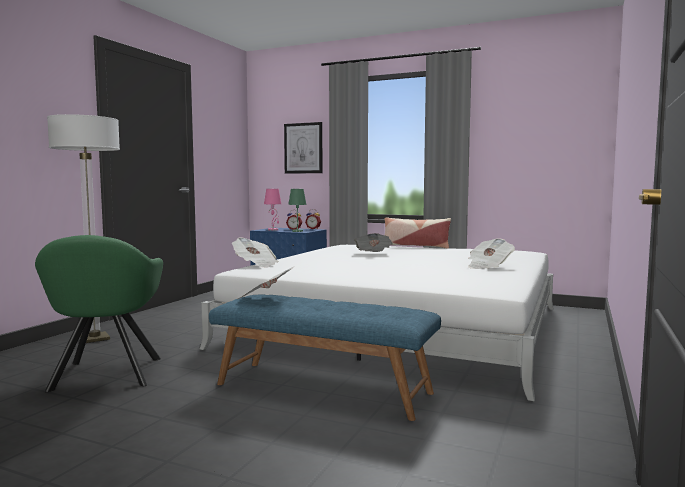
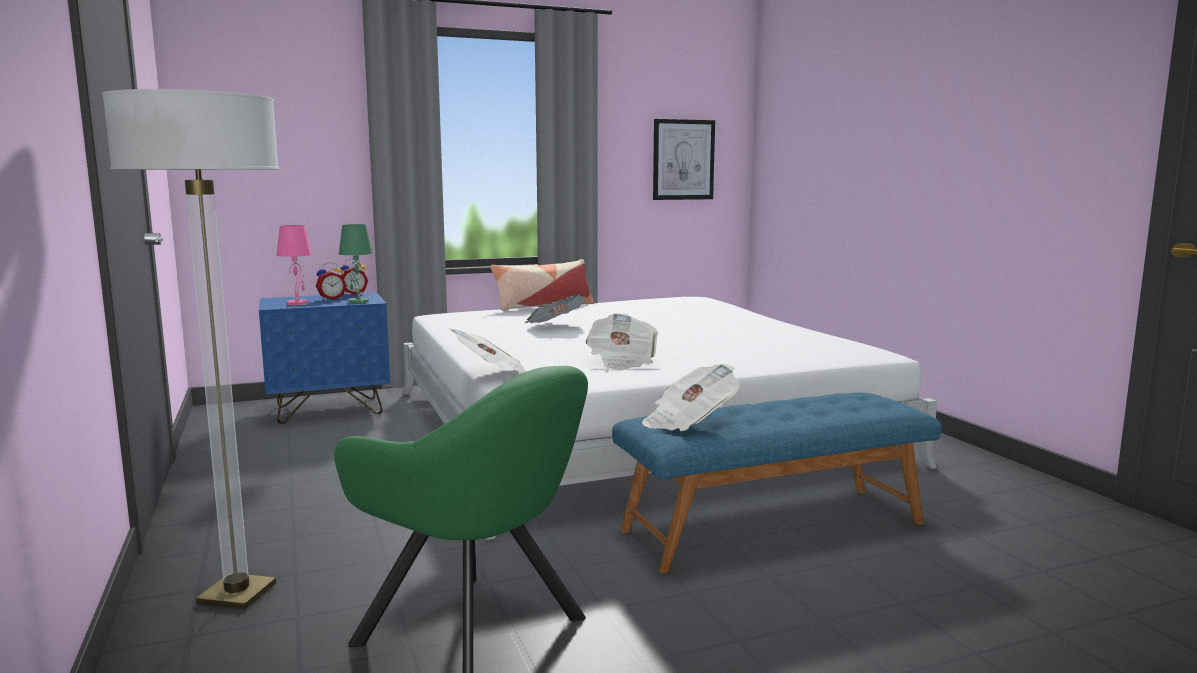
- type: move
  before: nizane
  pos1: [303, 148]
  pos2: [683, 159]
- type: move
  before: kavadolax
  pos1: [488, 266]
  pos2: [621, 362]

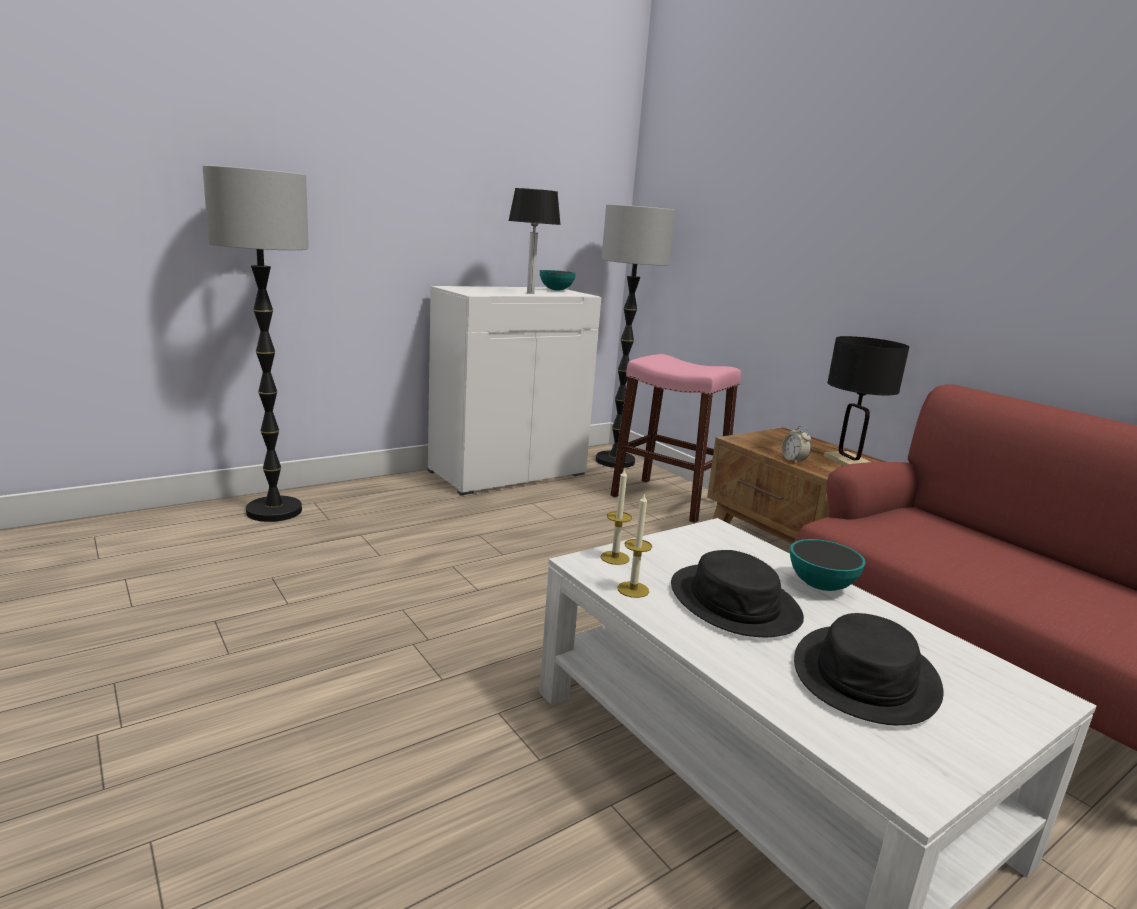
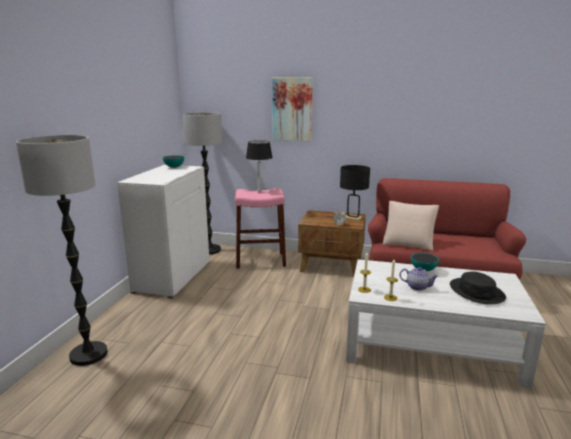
- type: insert
  after: nizane
  pos2: [292, 109]
- type: insert
  after: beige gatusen
  pos2: [408, 243]
- type: move
  before: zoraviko
  pos1: [531, 293]
  pos2: [260, 191]
- type: replace
  before: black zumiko
  after: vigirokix
  pos1: [734, 602]
  pos2: [417, 287]

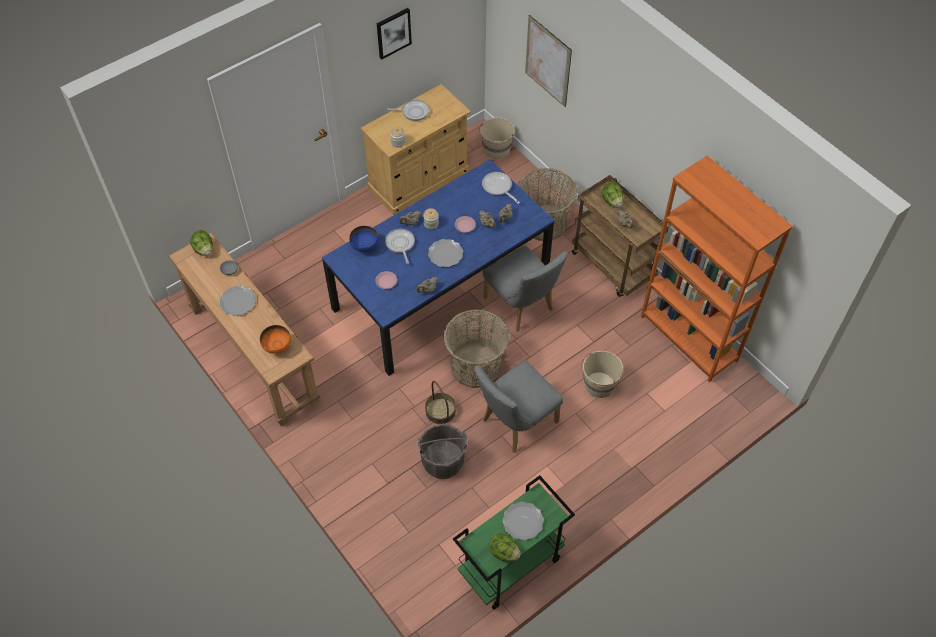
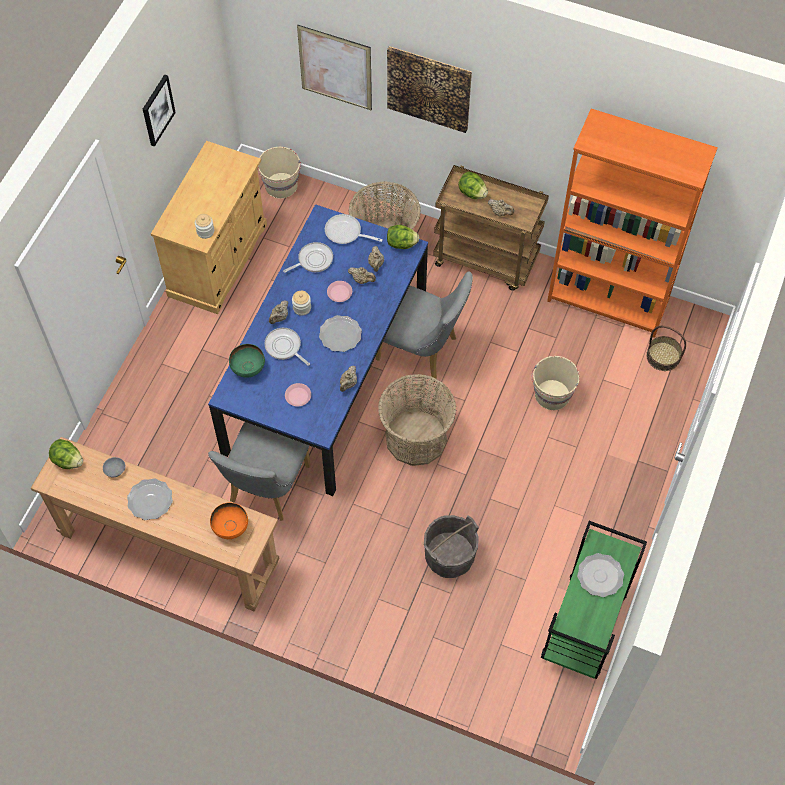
- type: insert
  after: nizane
  pos2: [429, 88]
- type: move
  before: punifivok
  pos1: [413, 112]
  pos2: [313, 260]
- type: move
  before: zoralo
  pos1: [440, 411]
  pos2: [663, 356]
- type: move
  before: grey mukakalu
  pos1: [515, 423]
  pos2: [266, 489]
- type: move
  before: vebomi
  pos1: [504, 552]
  pos2: [402, 244]
- type: recolor
  before: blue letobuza
  after: green letobuza
  pos1: [364, 247]
  pos2: [248, 369]

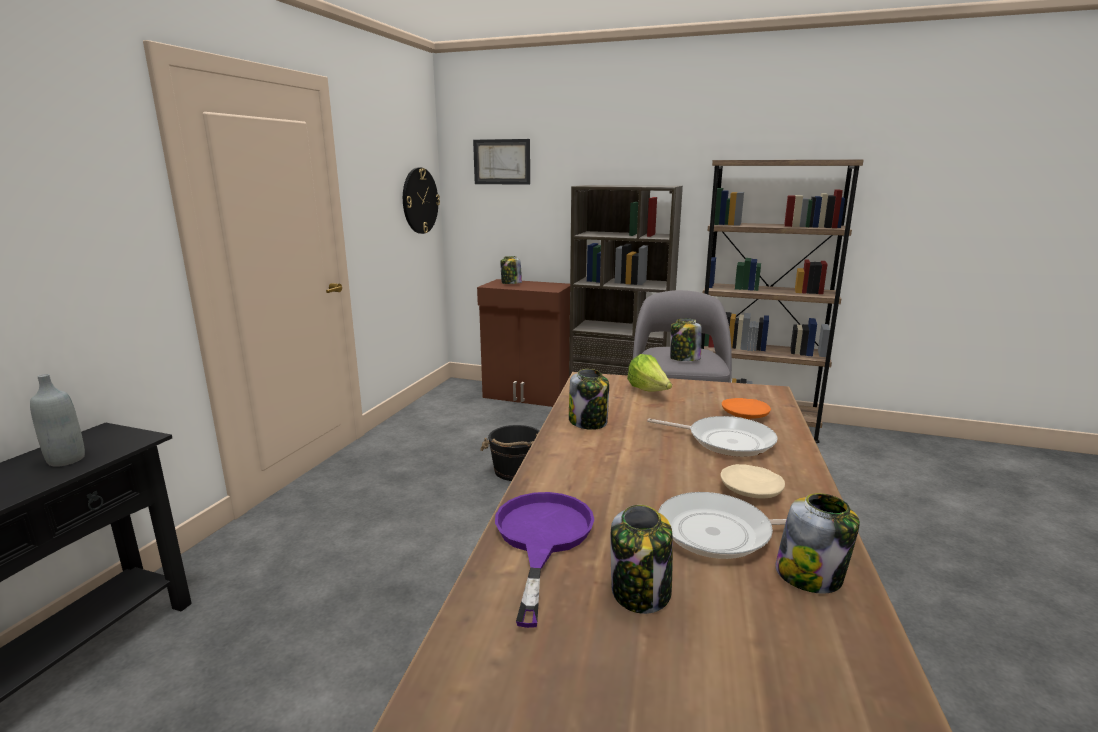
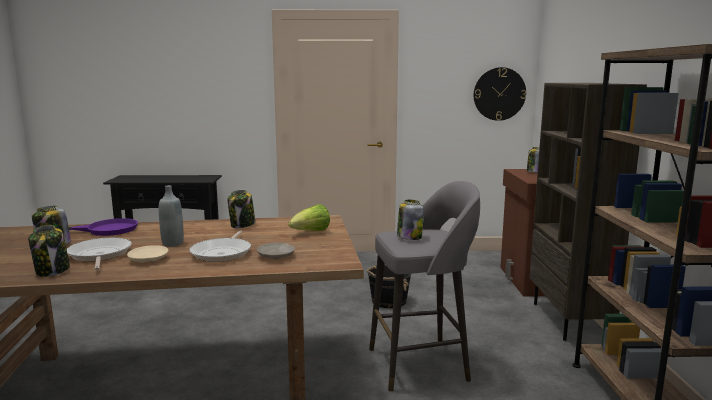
- type: delete
  before: nizane
  pos1: [502, 162]
- type: move
  before: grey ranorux
  pos1: [66, 460]
  pos2: [172, 243]
- type: recolor
  before: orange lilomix
  after: beige lilomix
  pos1: [745, 415]
  pos2: [276, 256]

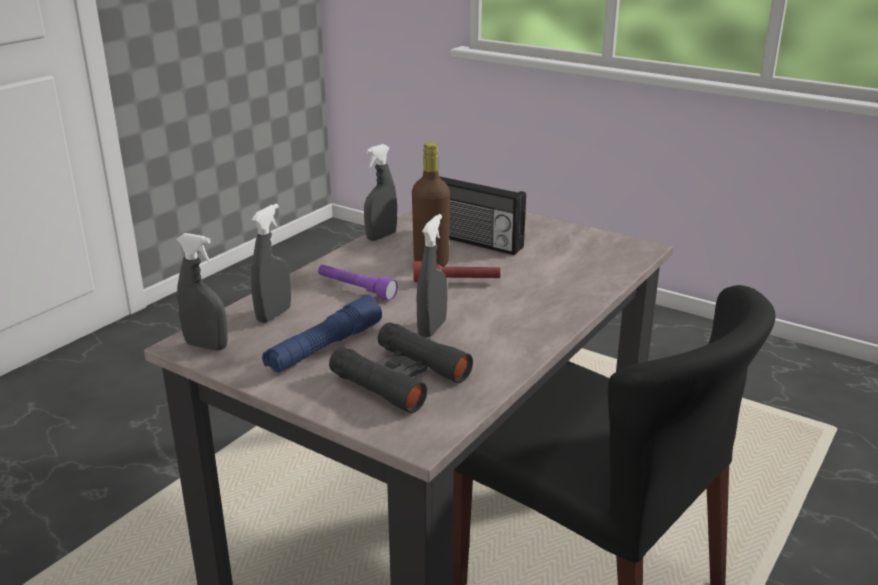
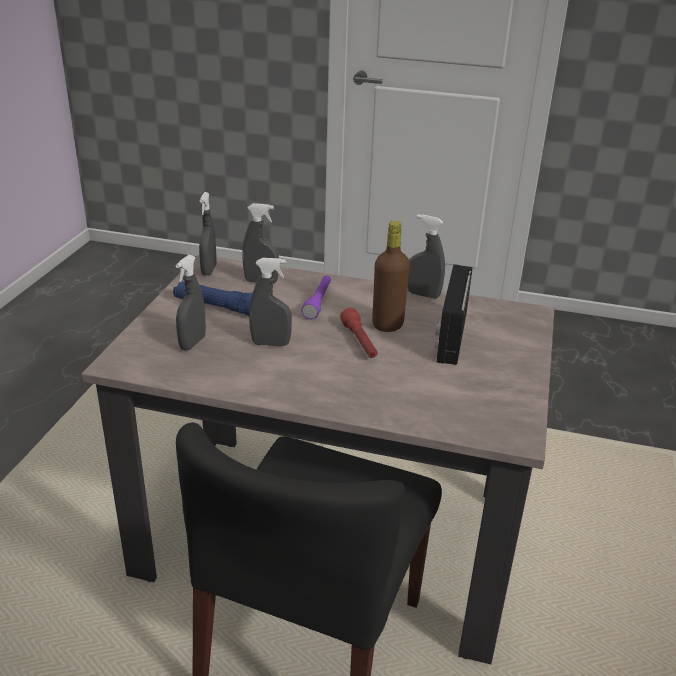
- type: replace
  before: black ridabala
  after: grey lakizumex
  pos1: [400, 377]
  pos2: [192, 343]

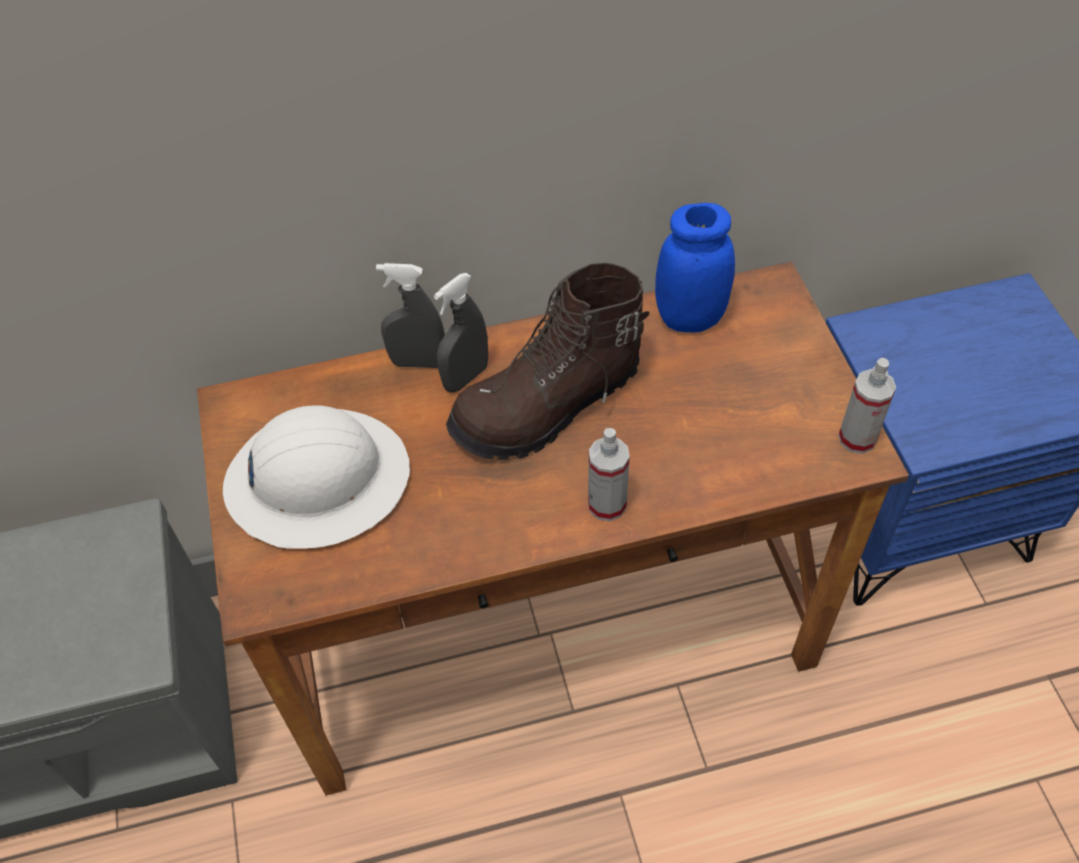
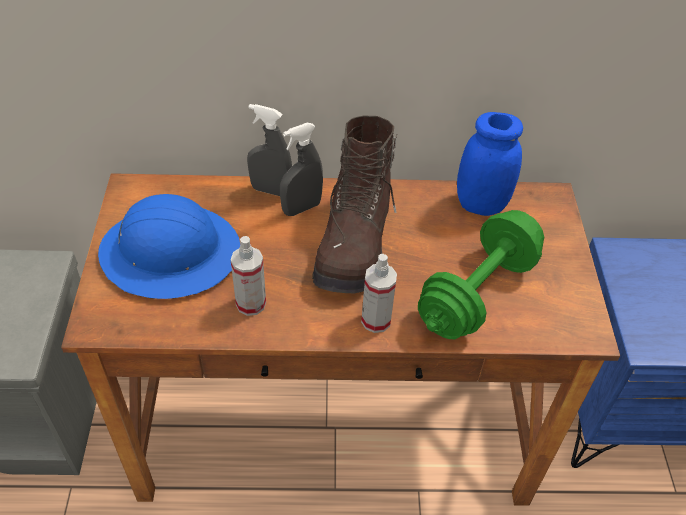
- type: insert
  after: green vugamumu
  pos2: [477, 293]
- type: move
  before: lakizumex
  pos1: [857, 438]
  pos2: [251, 303]
- type: recolor
  before: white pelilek
  after: blue pelilek
  pos1: [318, 479]
  pos2: [170, 252]
- type: rotate
  before: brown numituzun
  pos1: [548, 407]
  pos2: [355, 242]
  turn: -60

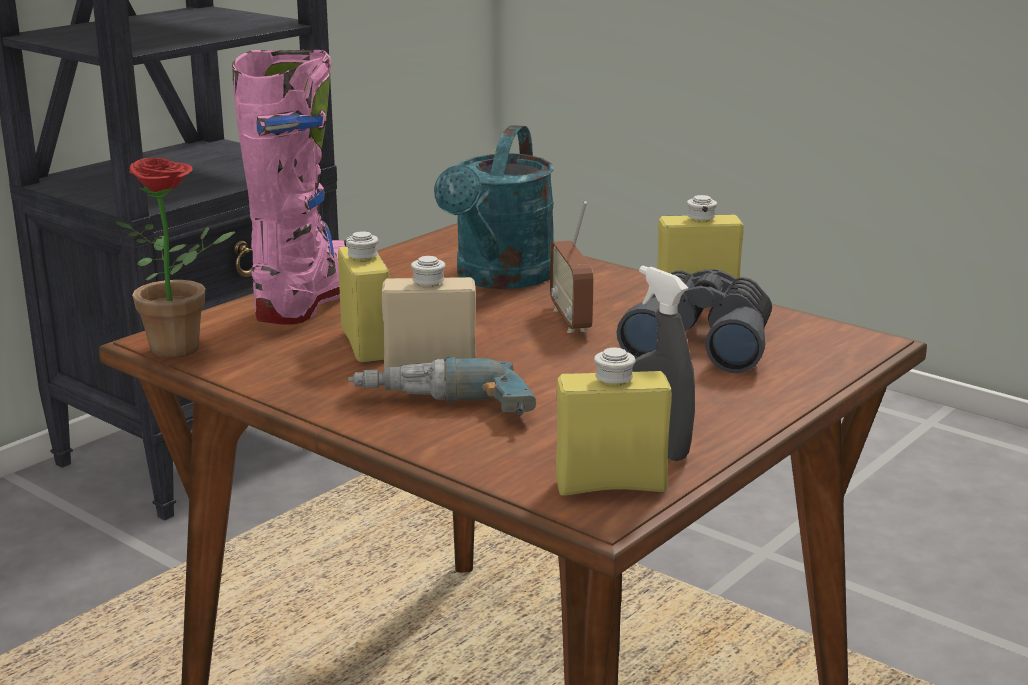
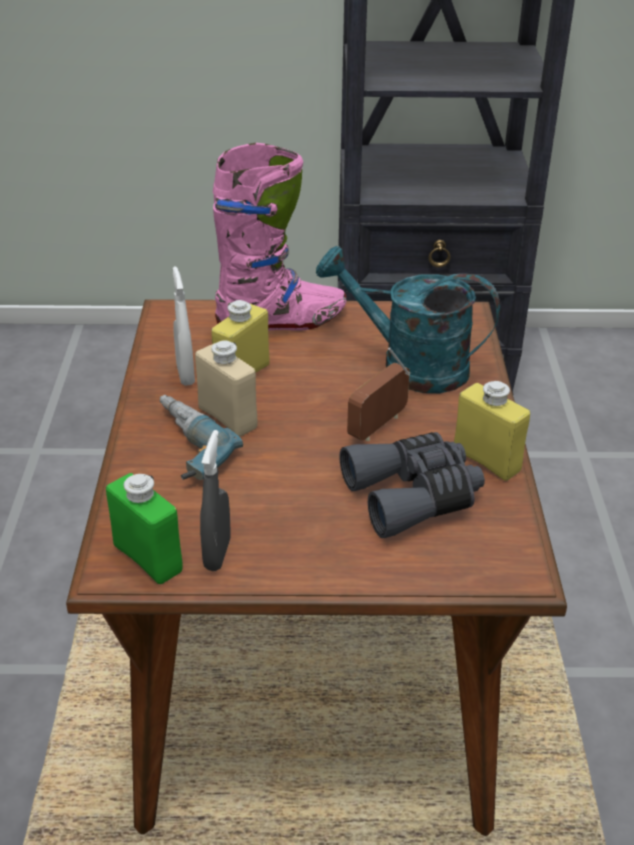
- type: delete
  before: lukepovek
  pos1: [186, 349]
- type: insert
  after: white lakizumex
  pos2: [185, 375]
- type: recolor
  before: yellow ranorux
  after: green ranorux
  pos1: [610, 485]
  pos2: [148, 558]
- type: rotate
  before: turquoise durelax
  pos1: [499, 279]
  pos2: [409, 366]
  turn: 45

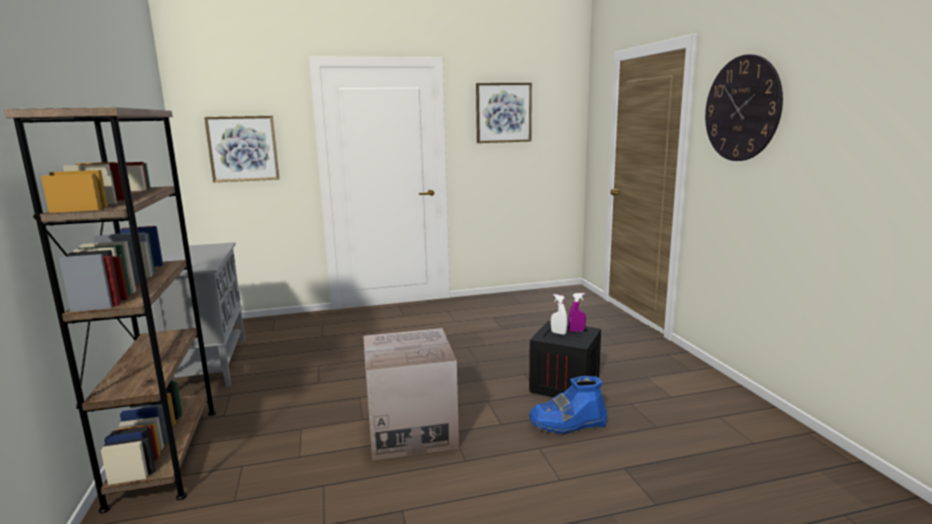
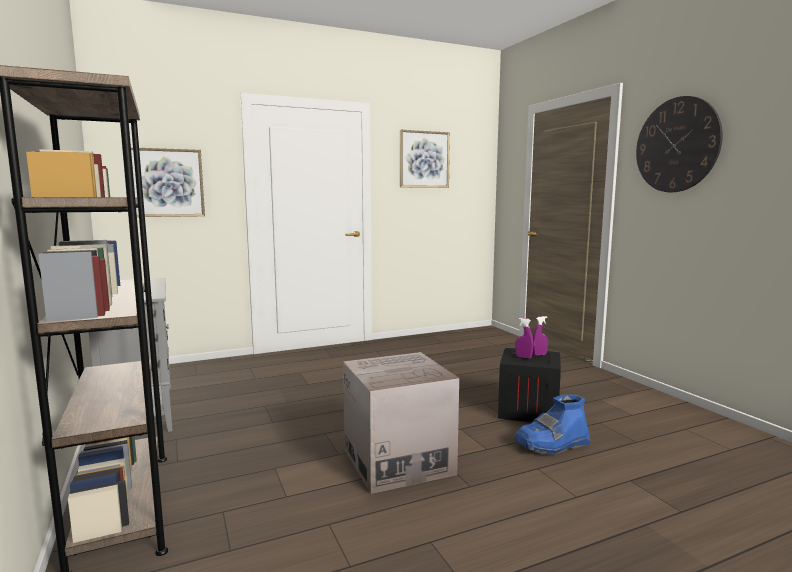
- type: recolor
  before: white lakizumex
  after: purple lakizumex
  pos1: [558, 333]
  pos2: [523, 357]

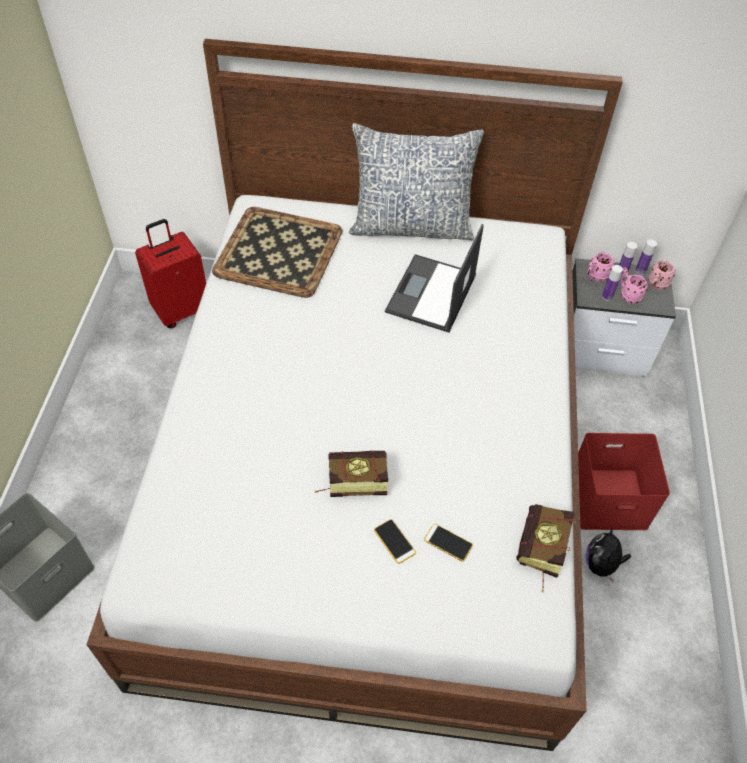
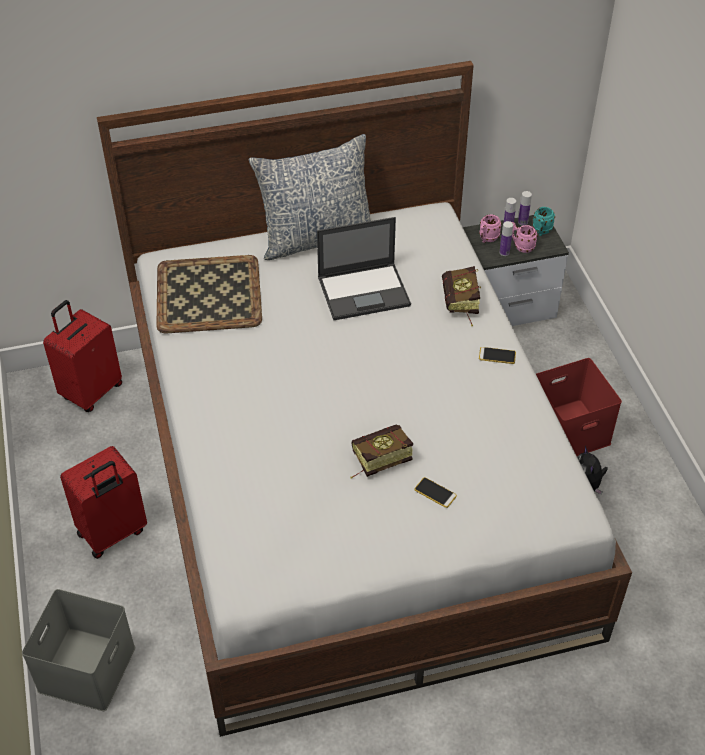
- type: insert
  after: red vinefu
  pos2: [113, 534]
- type: move
  before: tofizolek
  pos1: [448, 542]
  pos2: [497, 356]
- type: move
  before: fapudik
  pos1: [539, 554]
  pos2: [460, 306]
- type: recolor
  before: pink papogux
  after: turquoise papogux
  pos1: [656, 286]
  pos2: [541, 231]
- type: rotate
  before: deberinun
  pos1: [431, 294]
  pos2: [365, 291]
  turn: -105

